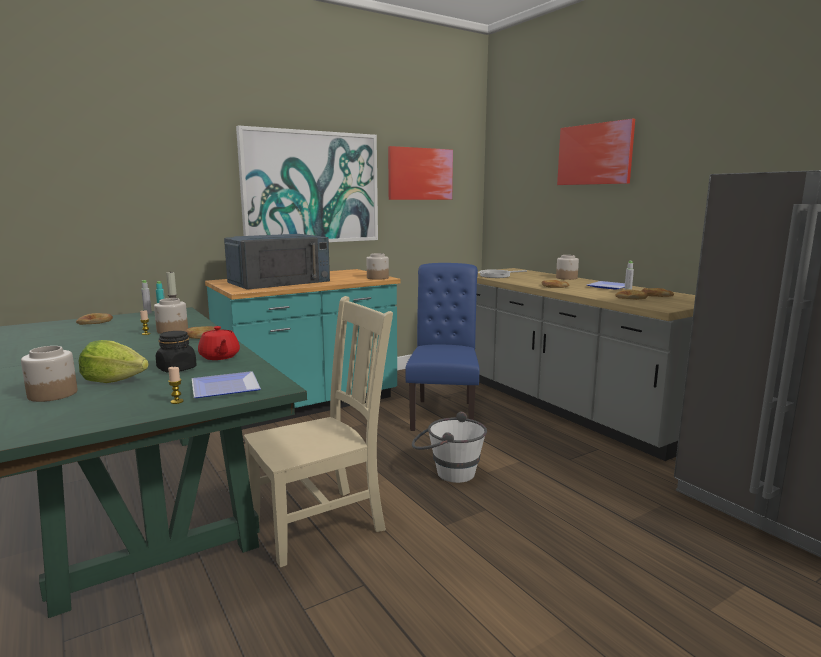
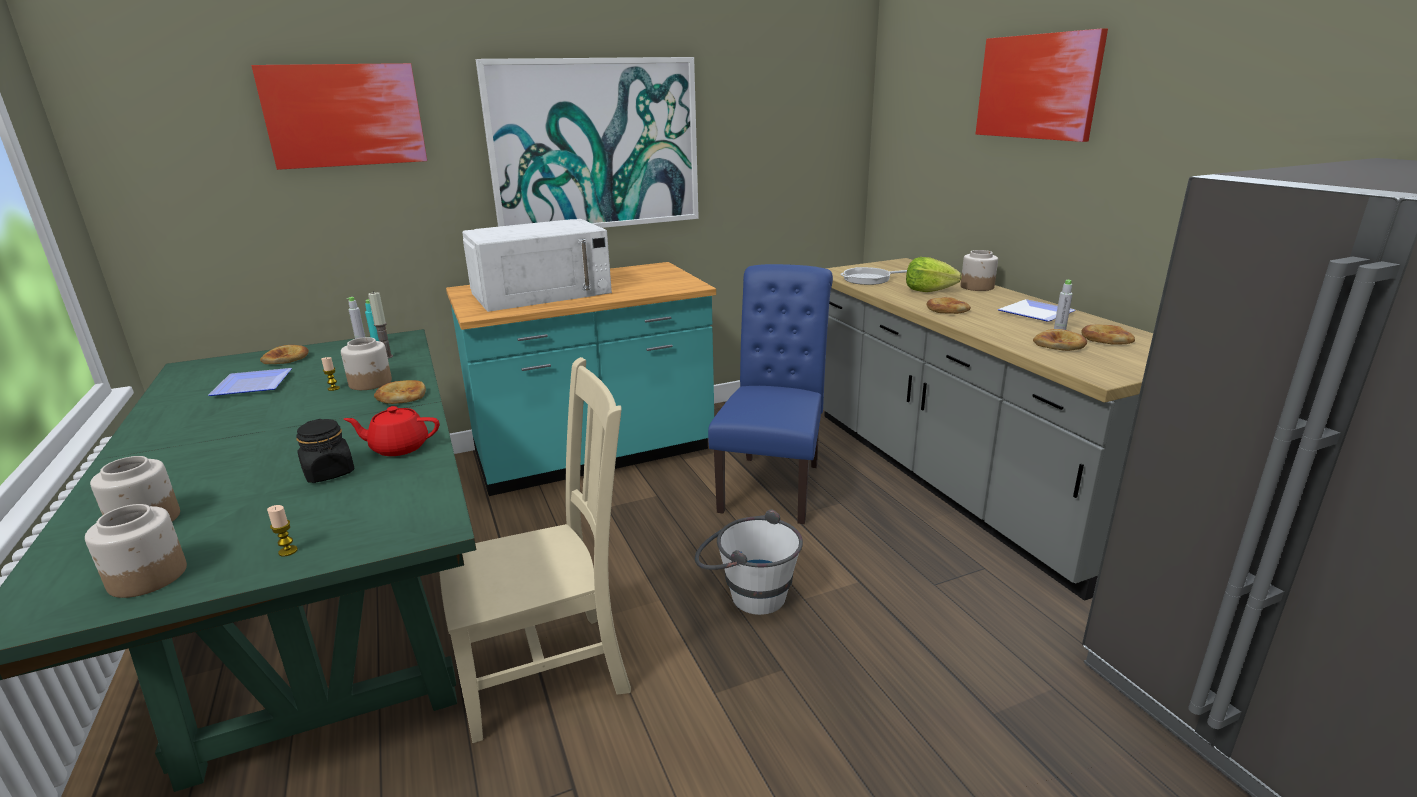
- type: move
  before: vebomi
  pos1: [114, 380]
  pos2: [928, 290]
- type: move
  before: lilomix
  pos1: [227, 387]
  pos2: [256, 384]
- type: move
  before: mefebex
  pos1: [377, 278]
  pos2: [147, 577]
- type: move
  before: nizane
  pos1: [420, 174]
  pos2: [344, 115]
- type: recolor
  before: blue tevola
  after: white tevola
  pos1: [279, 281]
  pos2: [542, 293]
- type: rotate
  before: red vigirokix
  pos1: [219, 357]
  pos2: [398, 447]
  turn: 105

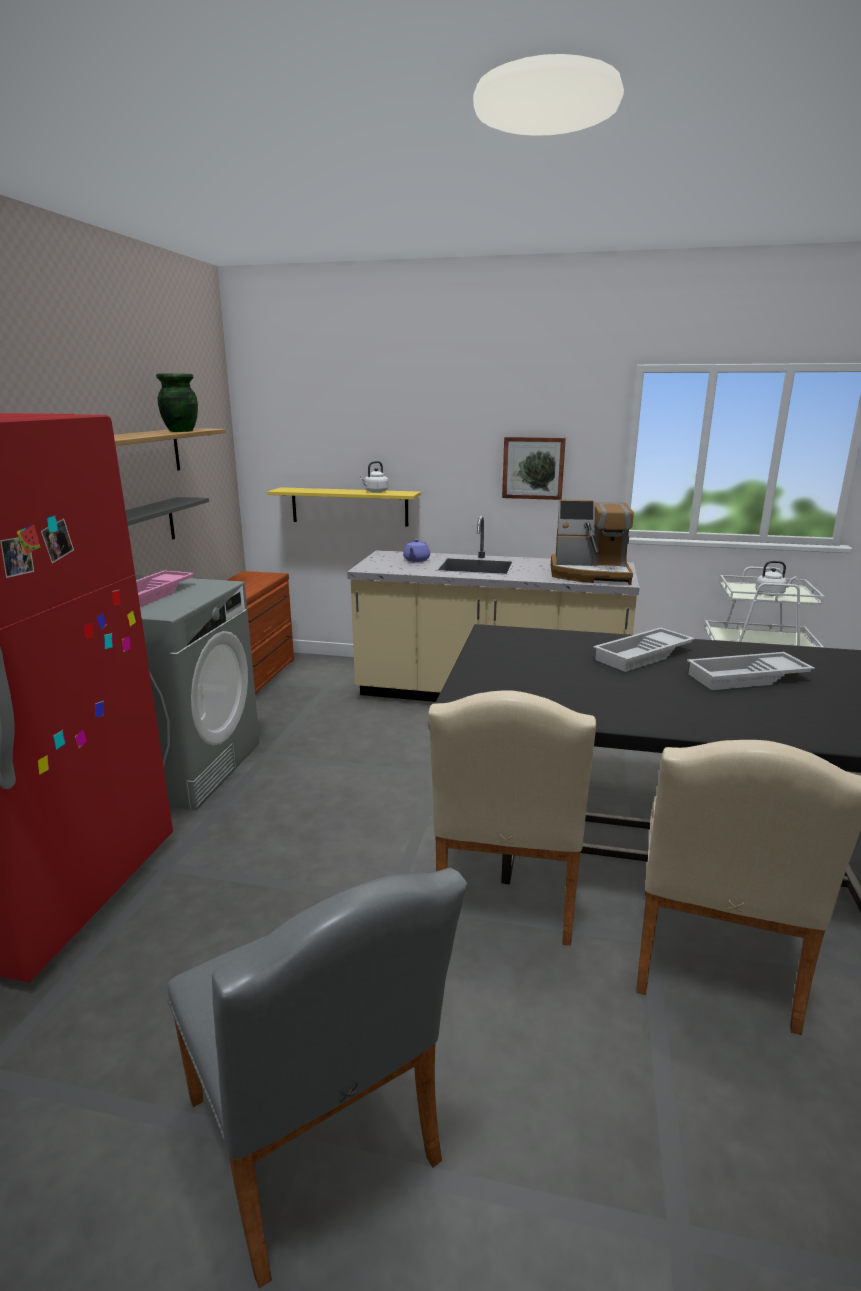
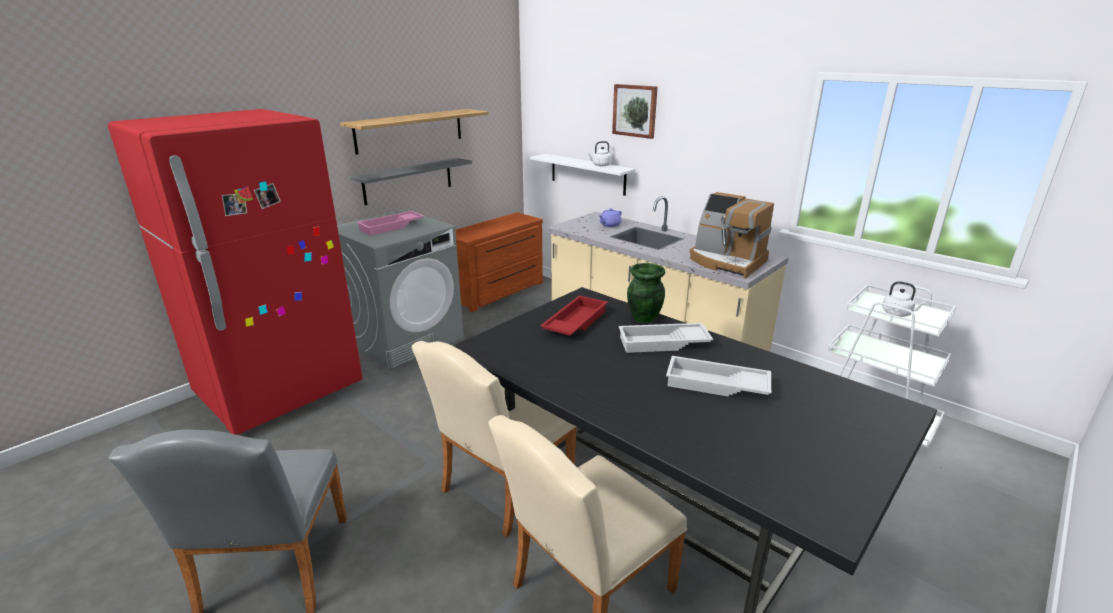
- type: insert
  after: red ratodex
  pos2: [574, 322]
- type: move
  before: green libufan
  pos1: [180, 431]
  pos2: [643, 318]
- type: move
  before: nizane
  pos1: [533, 468]
  pos2: [635, 110]
- type: recolor
  before: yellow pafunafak
  after: white pafunafak
  pos1: [349, 506]
  pos2: [587, 174]

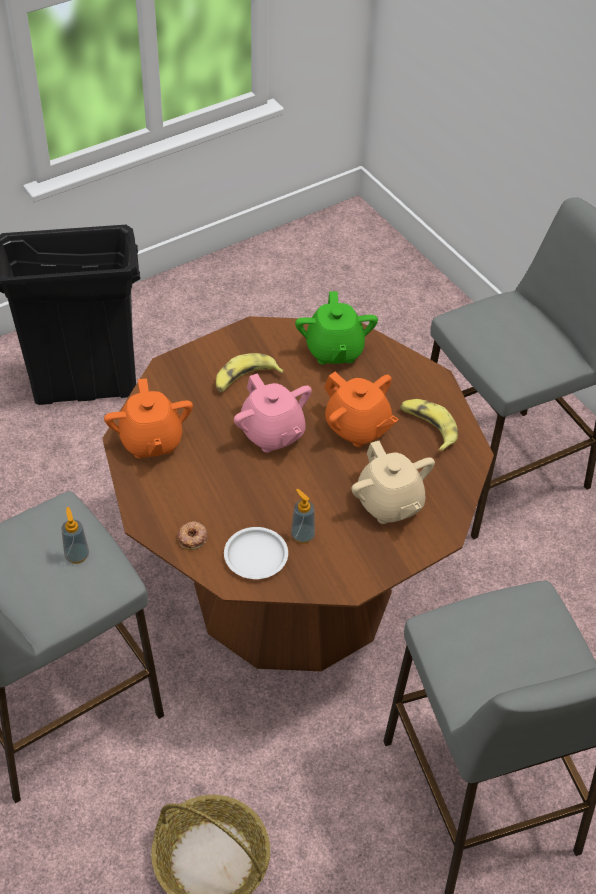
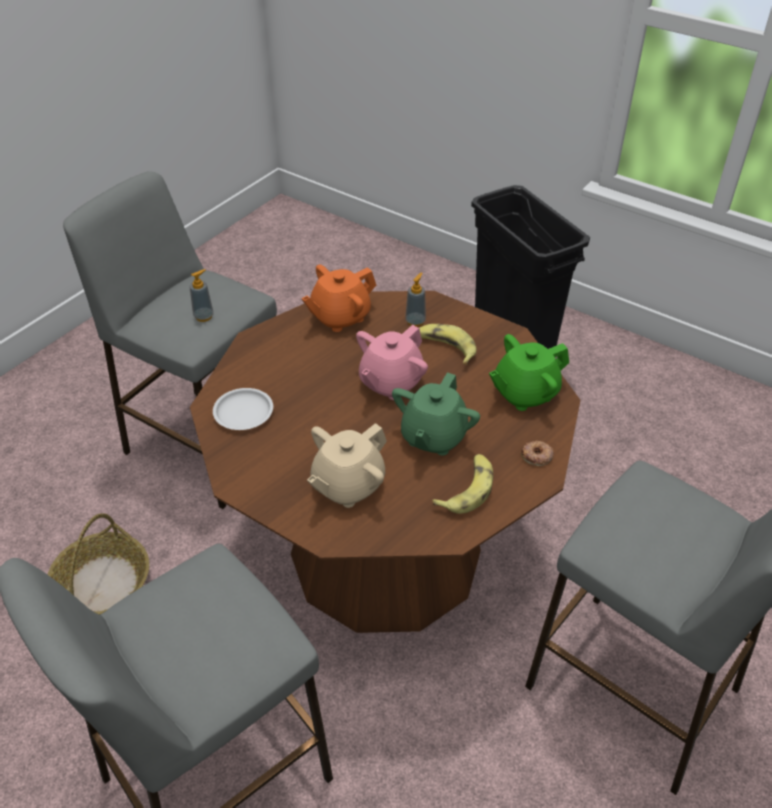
- type: move
  before: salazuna
  pos1: [193, 537]
  pos2: [537, 456]
- type: move
  before: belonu
  pos1: [302, 535]
  pos2: [415, 321]
- type: recolor
  before: orange vigirokix
  after: green vigirokix
  pos1: [357, 428]
  pos2: [433, 437]

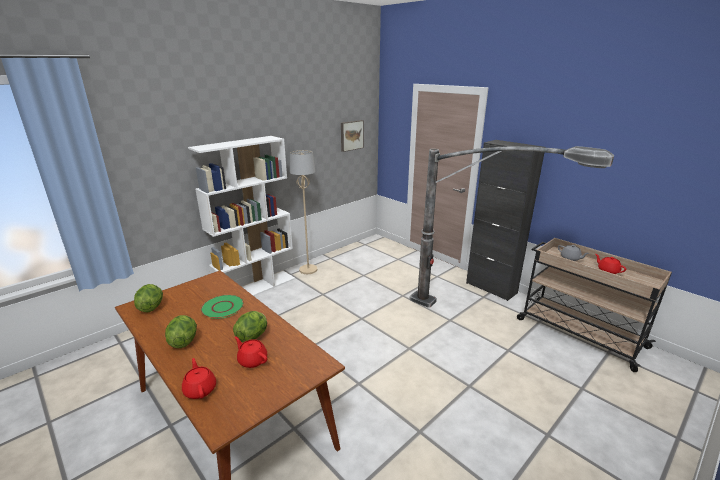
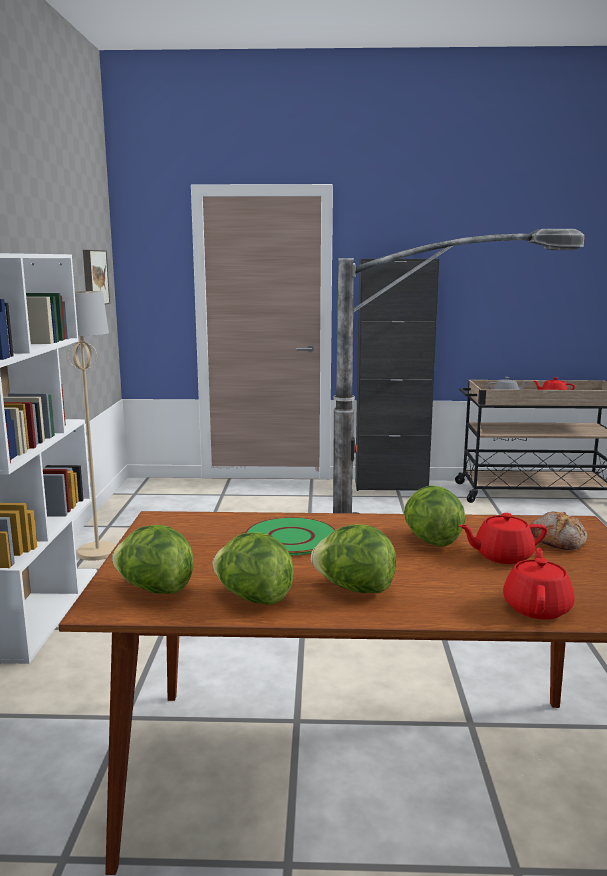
- type: insert
  after: vebomi
  pos2: [253, 598]
- type: insert
  after: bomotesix
  pos2: [558, 541]
- type: rotate
  before: red vigirokix
  pos1: [200, 389]
  pos2: [537, 607]
  turn: 90

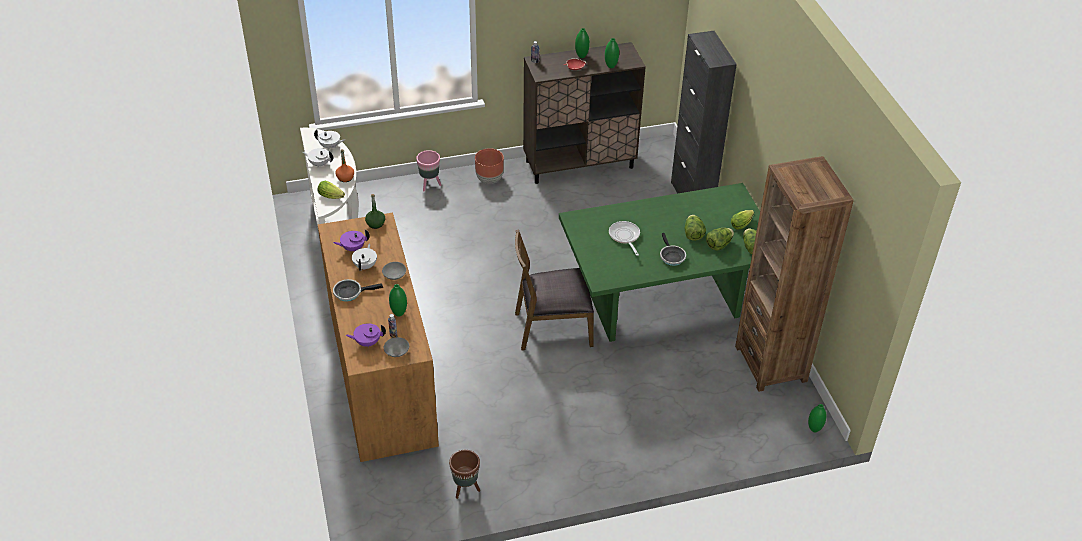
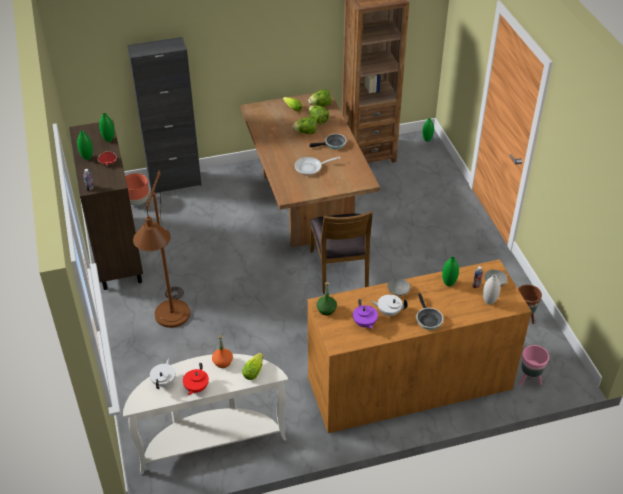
- type: insert
  after: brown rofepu
  pos2: [171, 322]
- type: move
  before: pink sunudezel
  pos1: [430, 185]
  pos2: [529, 379]
- type: move
  before: brown sunudezel
  pos1: [489, 179]
  pos2: [137, 201]
- type: replace
  before: purple vigirokix
  after: white libufan
  pos1: [367, 342]
  pos2: [489, 301]
- type: recolor
  before: white vigirokix
  after: red vigirokix
  pos1: [319, 164]
  pos2: [196, 388]
- type: recolor
  before: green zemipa
  after: brown zemipa
  pos1: [662, 303]
  pos2: [307, 205]

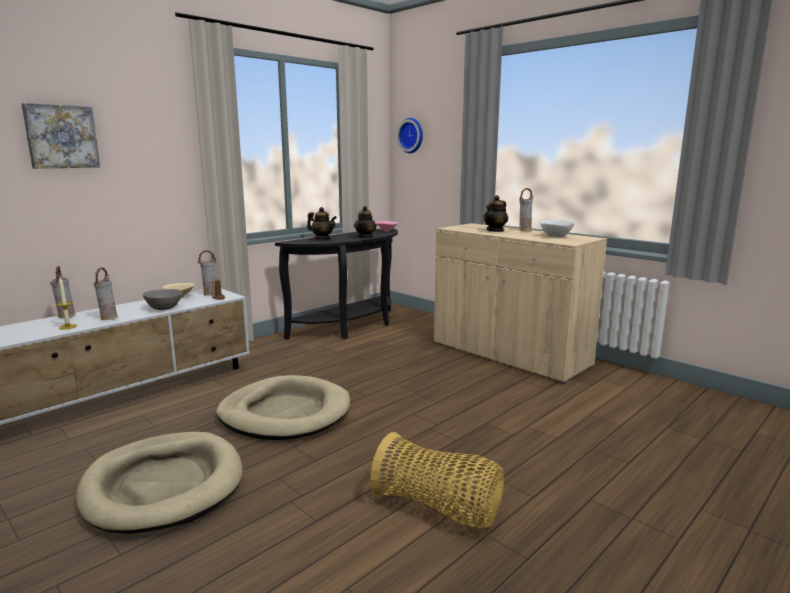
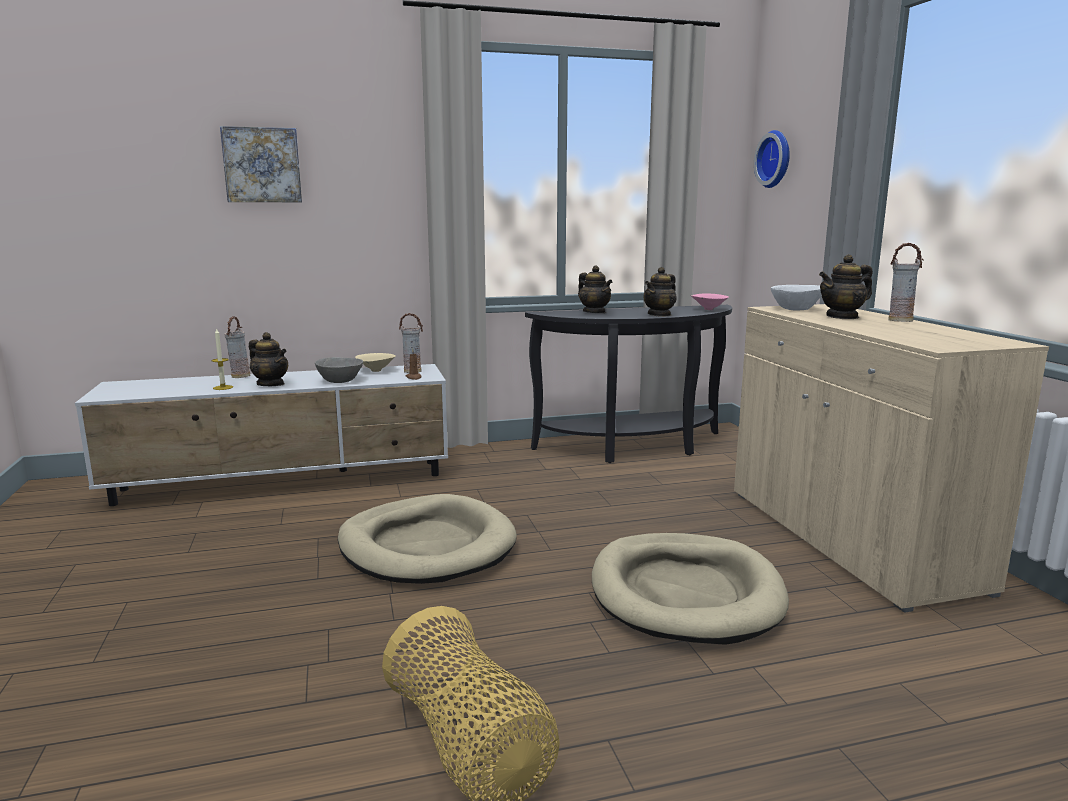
- type: move
  before: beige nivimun
  pos1: [164, 485]
  pos2: [685, 593]
- type: move
  before: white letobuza
  pos1: [555, 236]
  pos2: [795, 309]
- type: replace
  before: libufan
  after: vigirokix
  pos1: [108, 318]
  pos2: [271, 384]

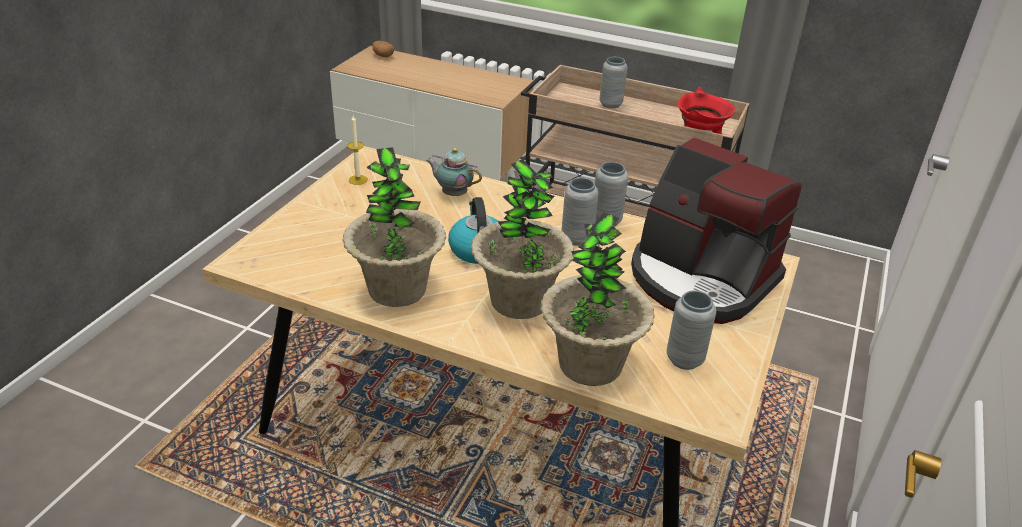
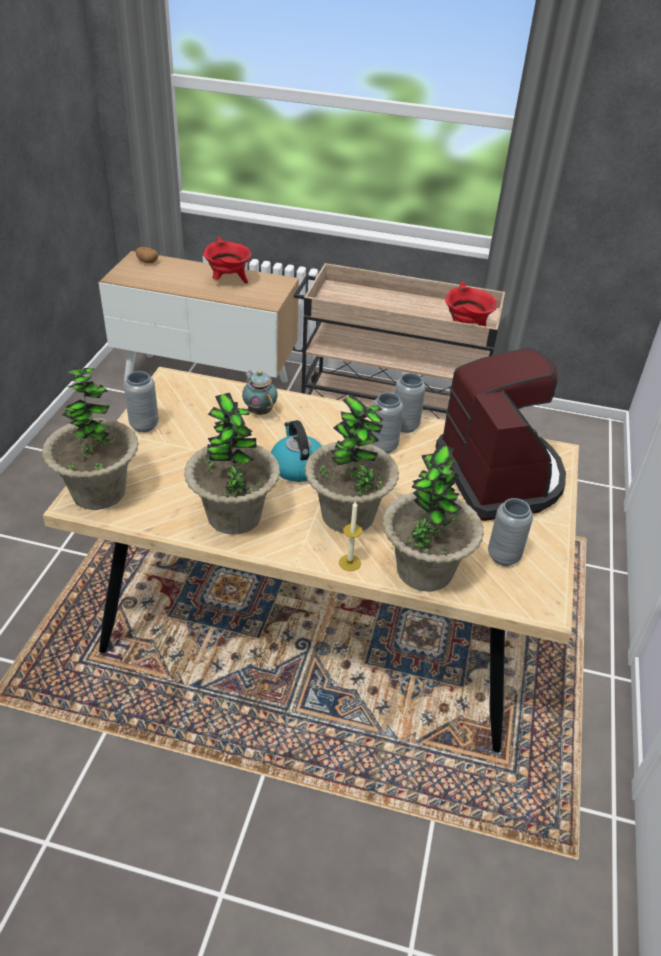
- type: insert
  after: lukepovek
  pos2: [99, 492]
- type: insert
  after: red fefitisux
  pos2: [228, 281]
- type: move
  before: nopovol
  pos1: [358, 180]
  pos2: [349, 562]
- type: move
  before: grey libufan
  pos1: [610, 104]
  pos2: [144, 425]
- type: rotate
  before: vigirokix
  pos1: [453, 194]
  pos2: [259, 411]
  turn: 45
- type: rotate
  before: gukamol
  pos1: [701, 279]
  pos2: [500, 476]
  turn: -135

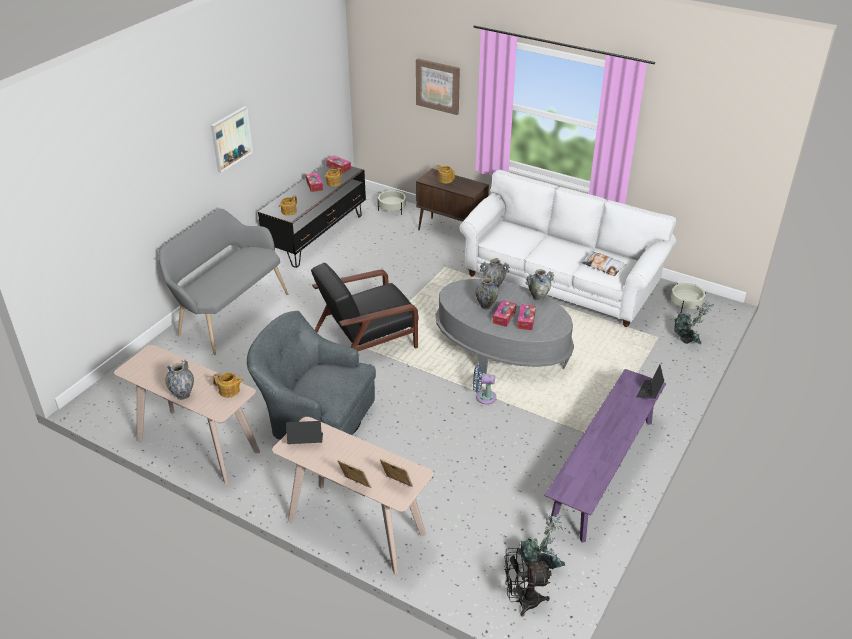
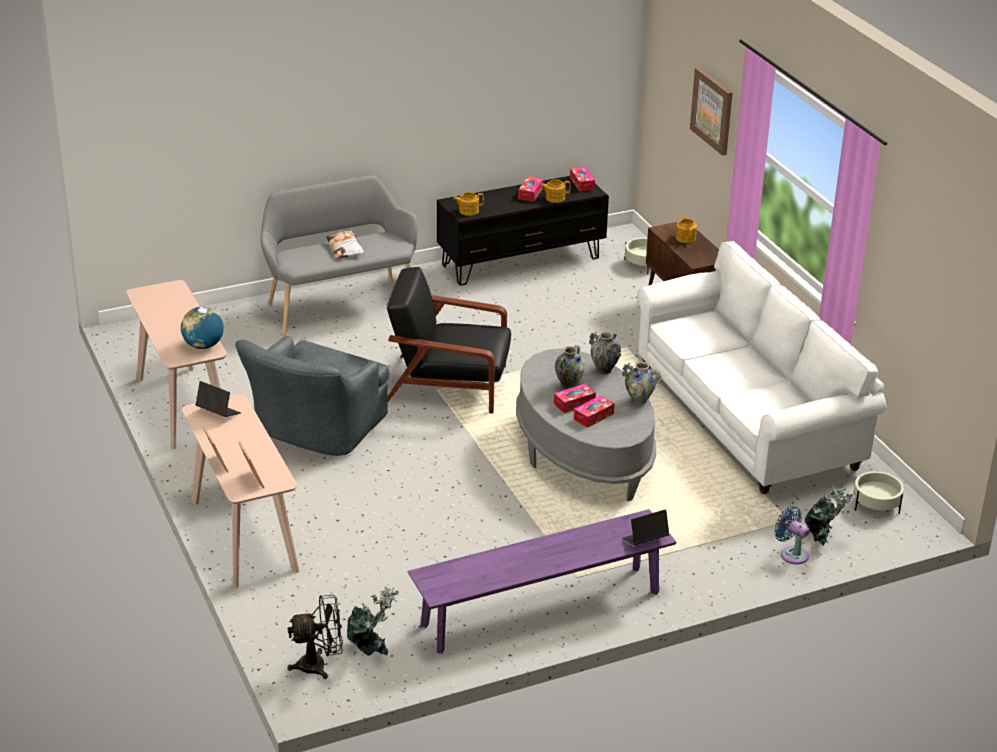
- type: delete
  before: libufan
  pos1: [183, 395]
- type: delete
  before: nizane
  pos1: [231, 139]
- type: move
  before: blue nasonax
  pos1: [483, 397]
  pos2: [791, 554]
- type: move
  before: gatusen
  pos1: [603, 266]
  pos2: [345, 248]
- type: replace
  before: vigirokix
  after: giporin
  pos1: [229, 391]
  pos2: [203, 346]
- type: rotate
  before: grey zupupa
  pos1: [315, 416]
  pos2: [314, 430]
  turn: -120
- type: rotate
  before: black nasonax
  pos1: [522, 601]
  pos2: [319, 665]
  turn: 135

